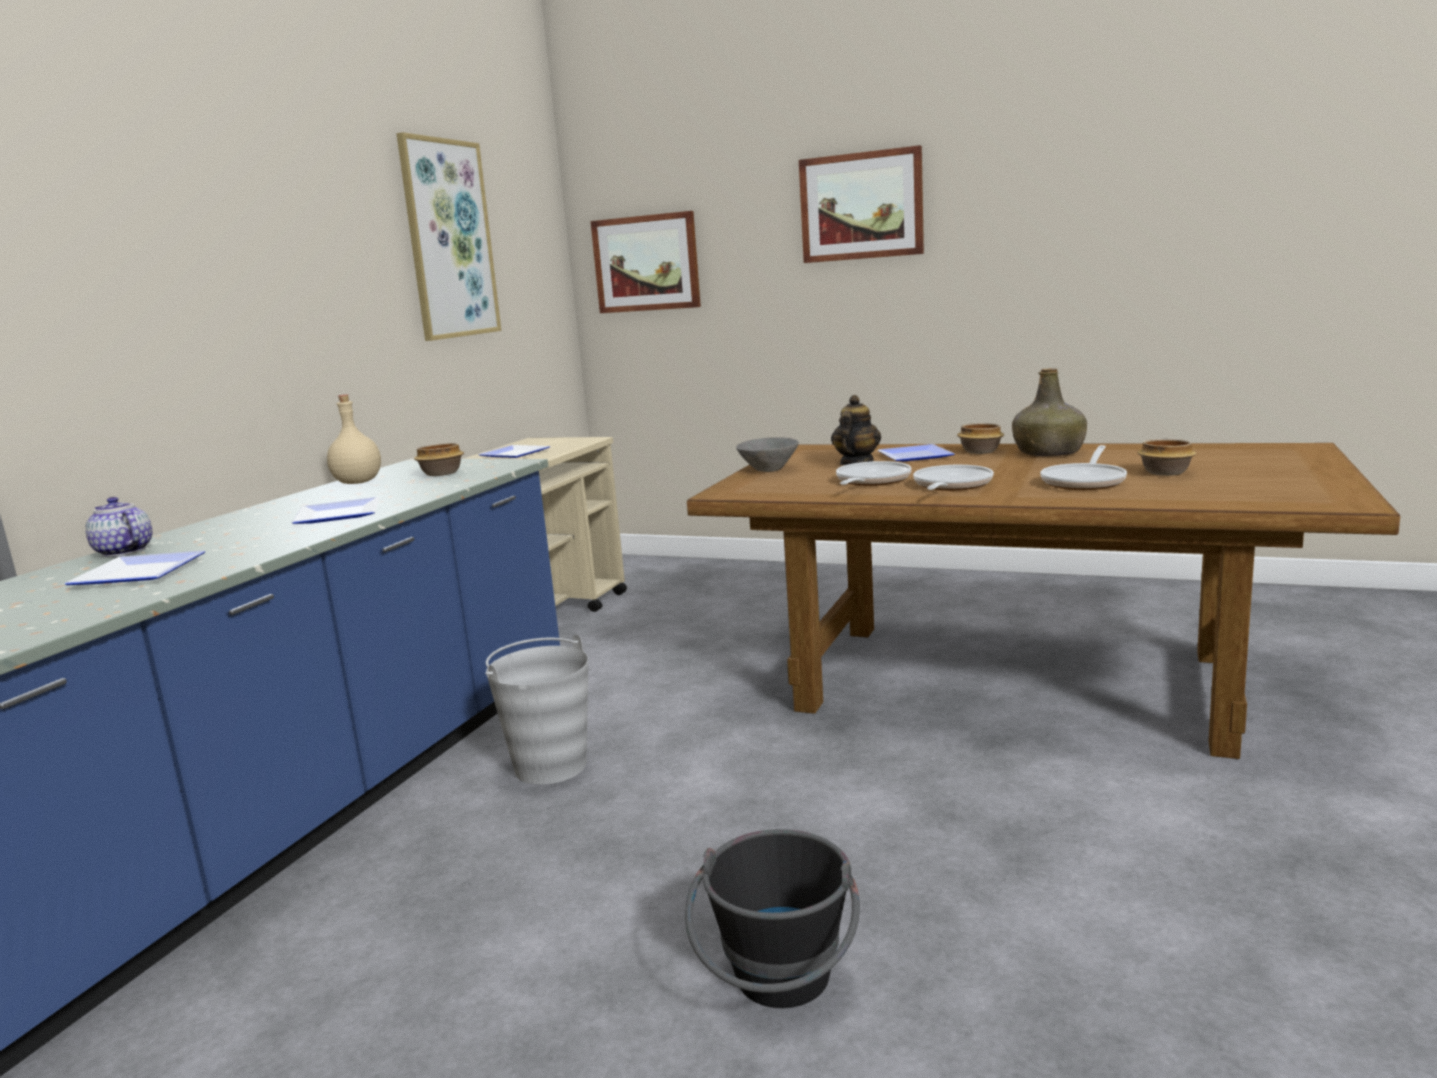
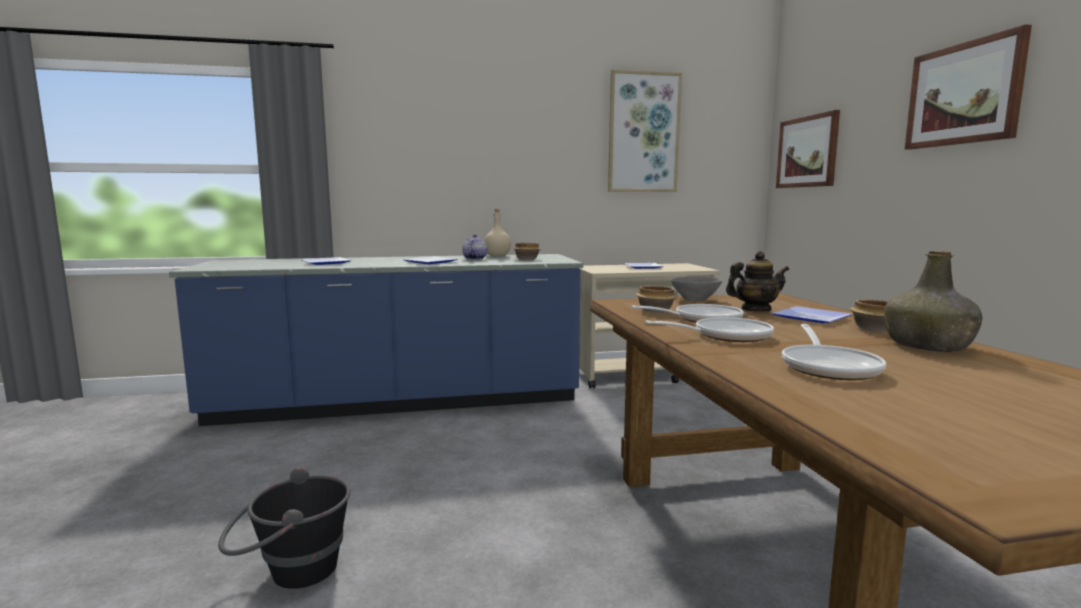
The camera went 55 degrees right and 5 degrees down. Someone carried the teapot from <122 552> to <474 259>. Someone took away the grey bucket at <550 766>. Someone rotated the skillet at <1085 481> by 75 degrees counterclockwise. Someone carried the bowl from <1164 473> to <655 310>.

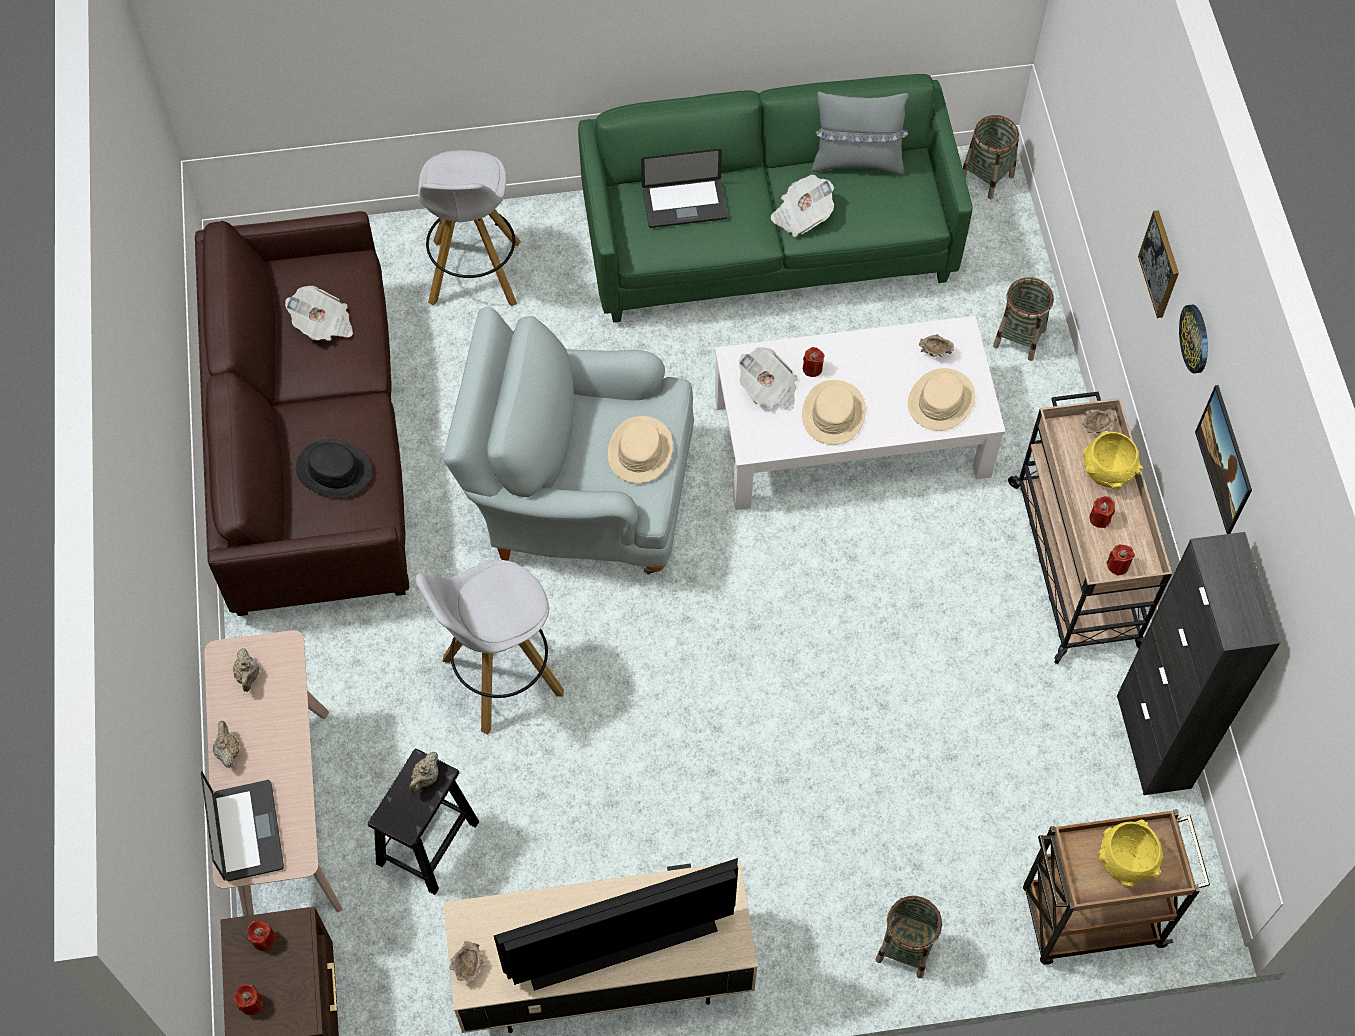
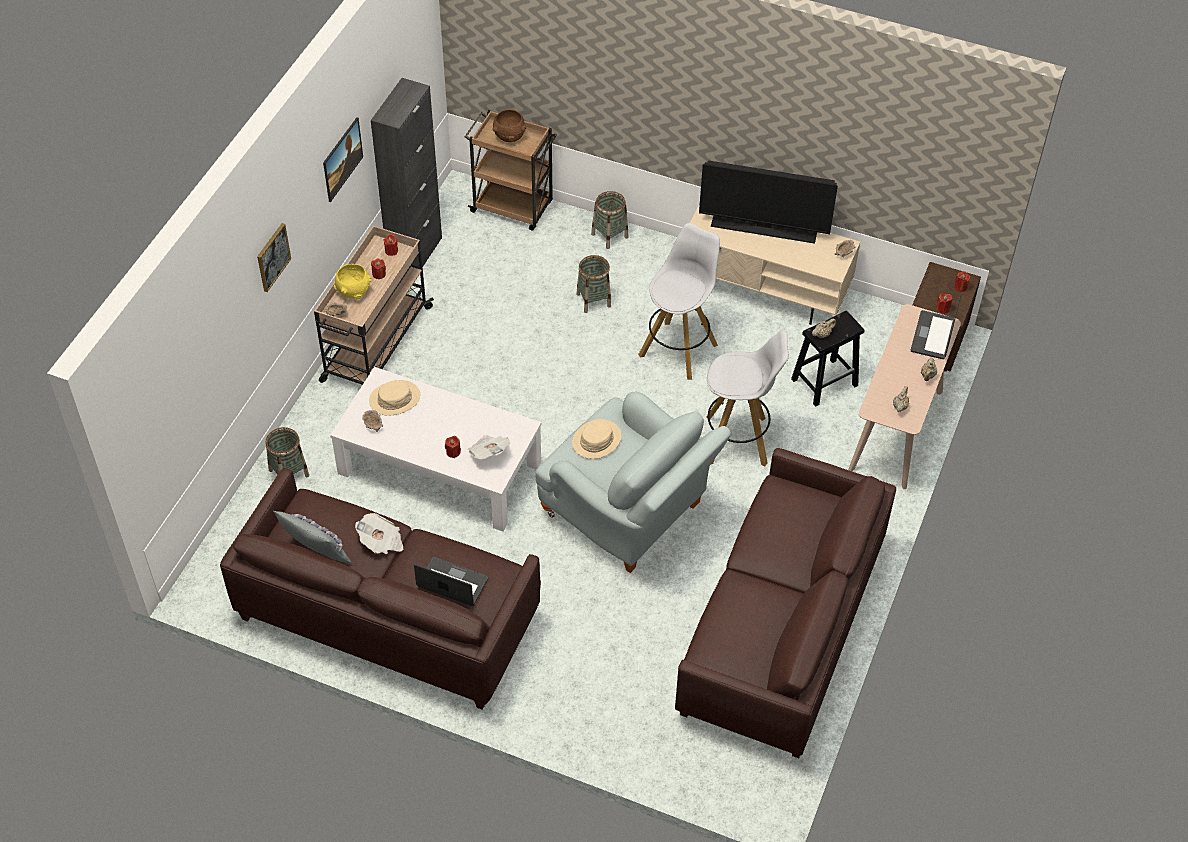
The camera went 150 degrees left and 10 degrees down. Someone took away the newspaper at <323 325>. Someone took away the black-coloured clothing hat at <334 469>. Someone carried the white stool from <474 274> to <678 349>. Someone repainted the green settee at <769 242>, which became the brown settee at <387 614>. Someone took away the beige-coloured clothing hat at <833 413>. Someone carried the basket from <986 177> to <593 300>. Someone repainted the yellow bowl at <1125 862>, which became the brown bowl at <509 137>. Someone took away the wall clock at <1195 338>.

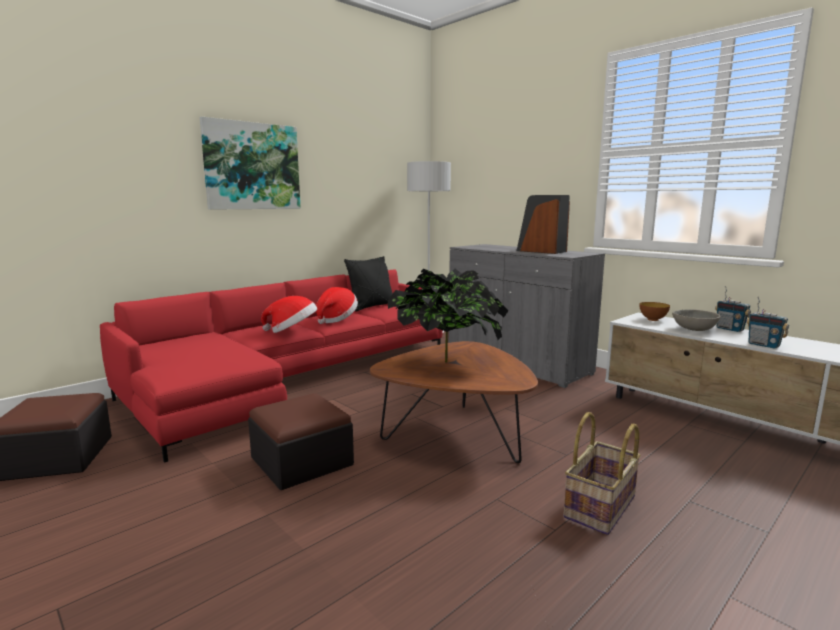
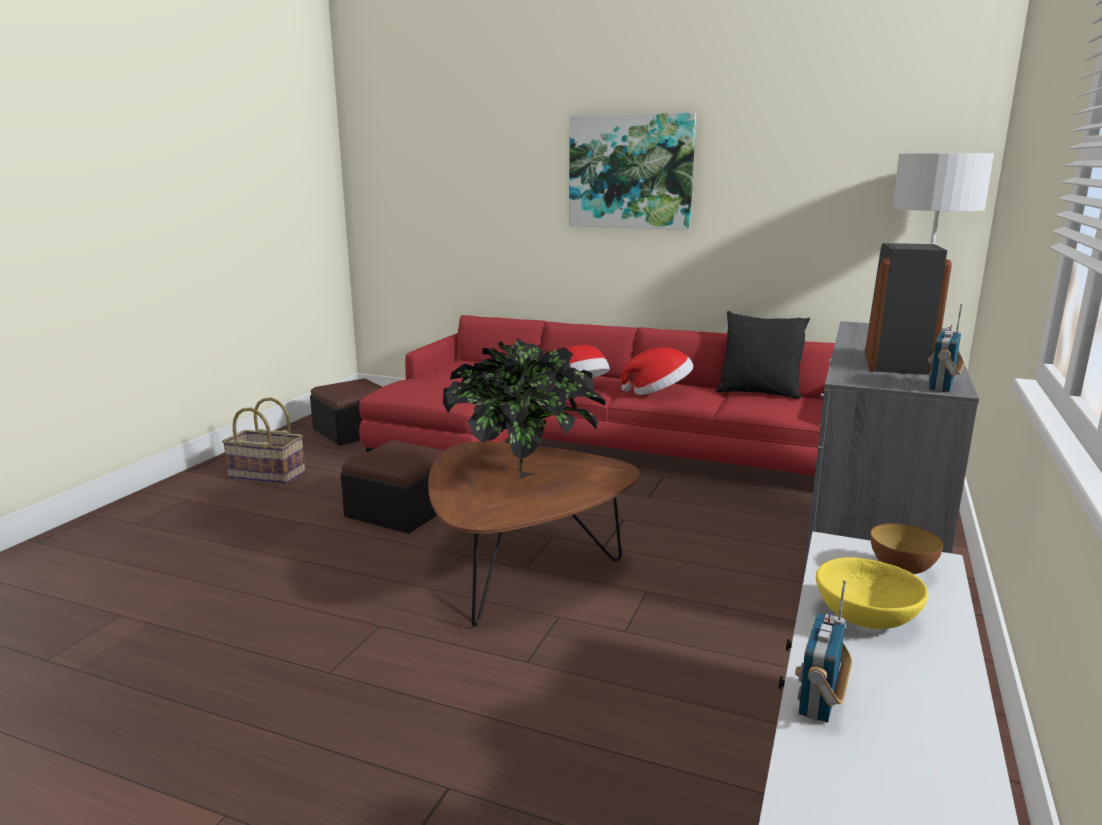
The camera went 65 degrees right and 5 degrees up. Someone carried the basket from <601 507> to <266 475>. Someone repainted the grey bowl at <693 329>, which became the yellow bowl at <867 617>. Someone carried the radio receiver from <730 329> to <942 387>.

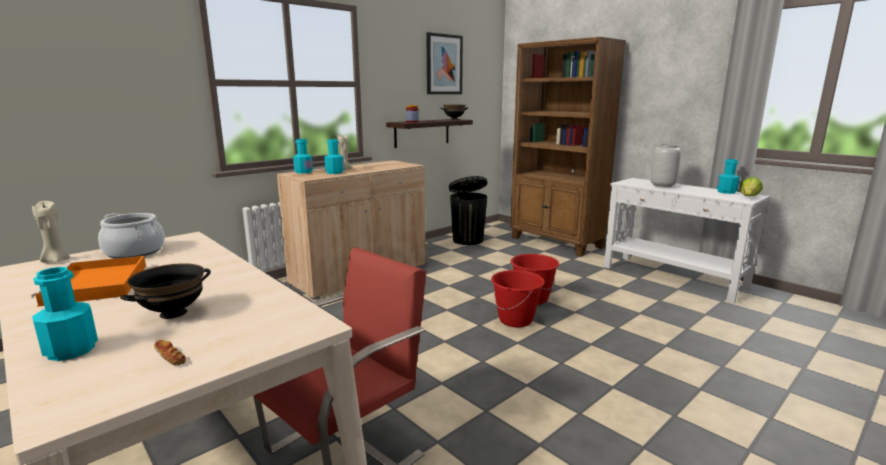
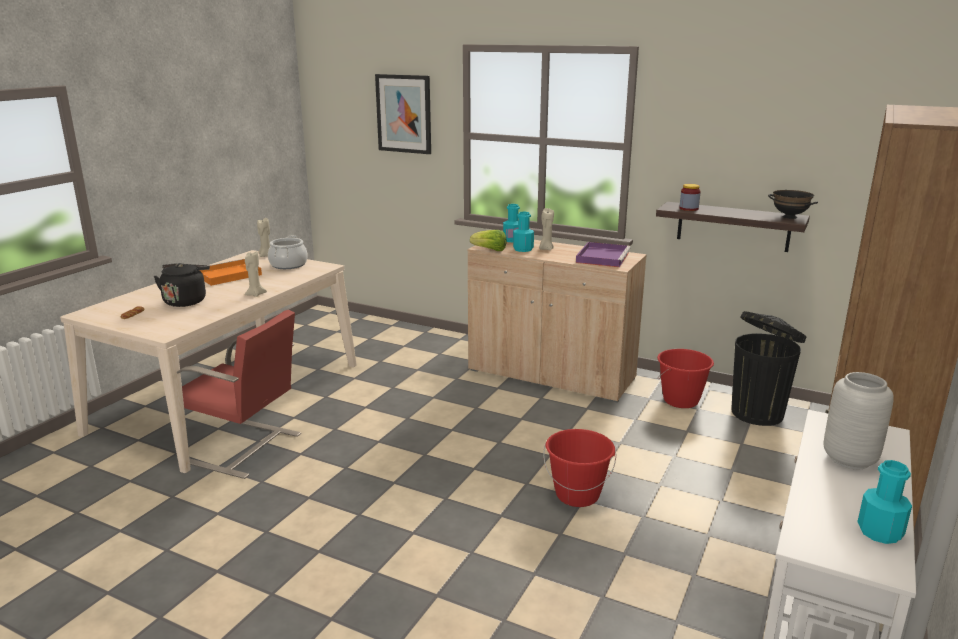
The camera went 70 degrees right and 5 degrees up. Someone took away the turquoise drink bottle at <71 350>. Someone swapped the black-coloured bowl at <173 313> for the black-coloured kettle at <186 301>. Someone carried the wall picture from <444 64> to <404 114>. Someone carried the red-coloured bucket from <516 320> to <681 401>. Someone carried the lettuce from <748 197> to <490 250>. Someone put down the beige-coloured candle at <255 294>. Someone put down the purple serving tray at <602 257>.

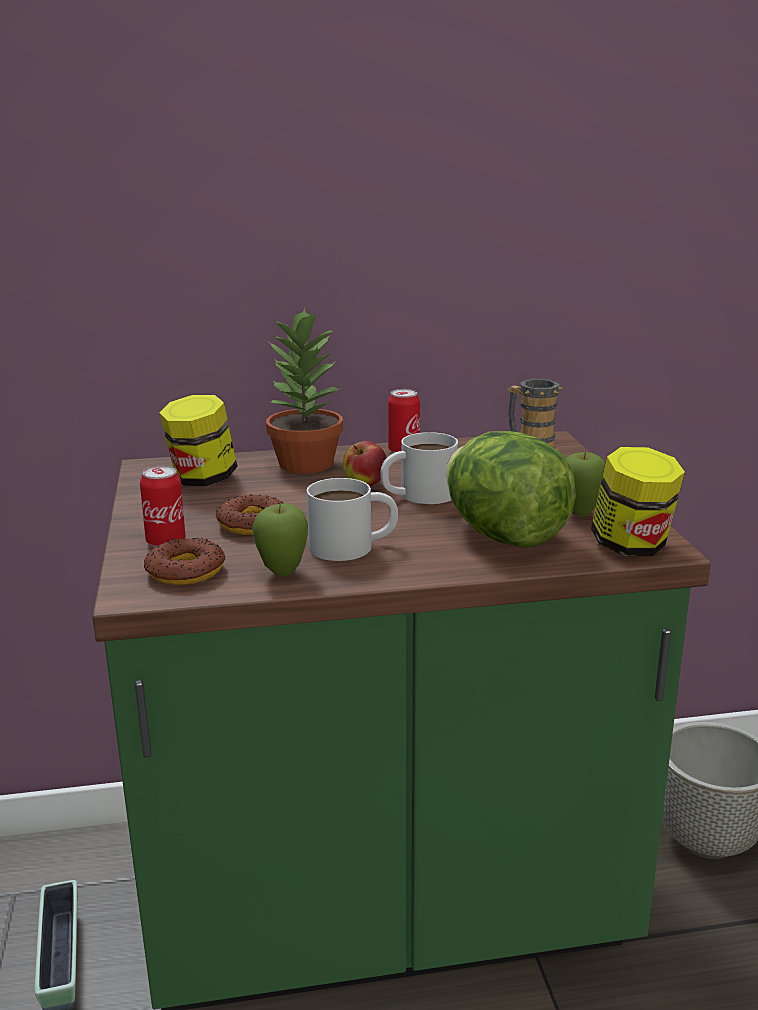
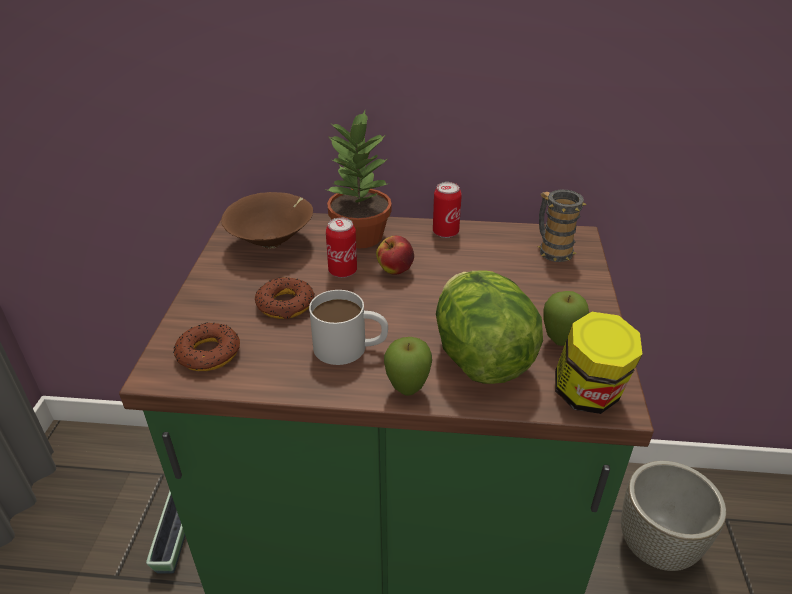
The camera went 15 degrees right and 15 degrees up. Someone carried the metal can from <166 542> to <343 271>. Someone swapped the preserve jar at <202 479> for the brown bowl at <273 242>. Someone carried the apple fruit from <282 573> to <407 390>. Someone took away the white coffee mug at <418 495>.

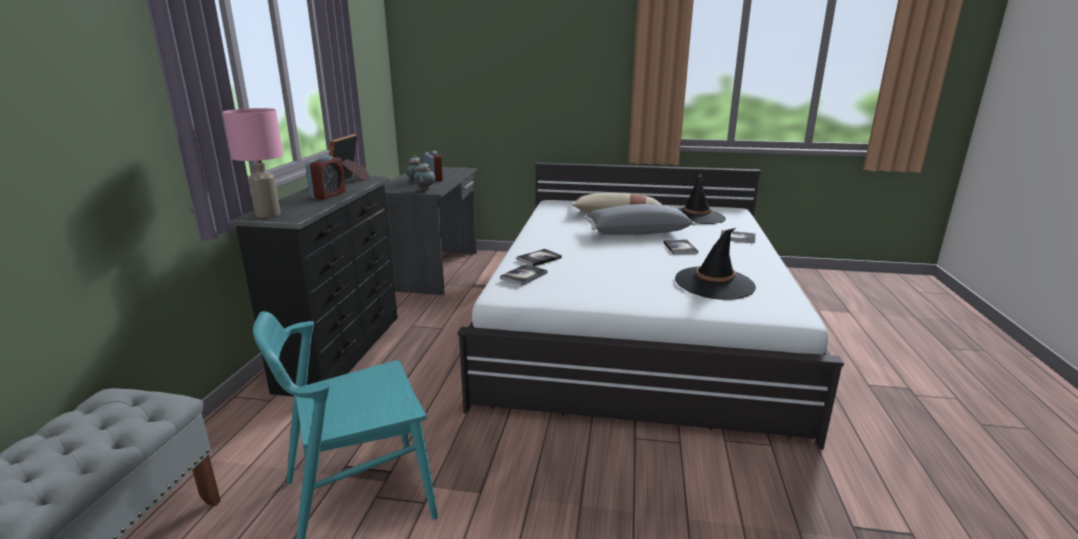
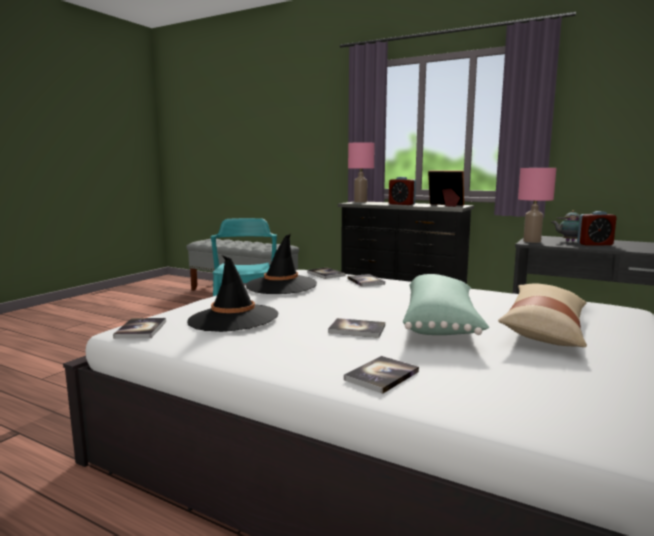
The camera went 110 degrees right and 10 degrees down. Someone swapped the teapot at <424 190> for the pink tabletop lamp at <532 241>. Someone repainted the grey cushion at <637 232>, which became the green cushion at <441 323>. Someone carried the black-coloured clothing hat from <696 217> to <281 285>. Someone put down the volume at <141 329>.

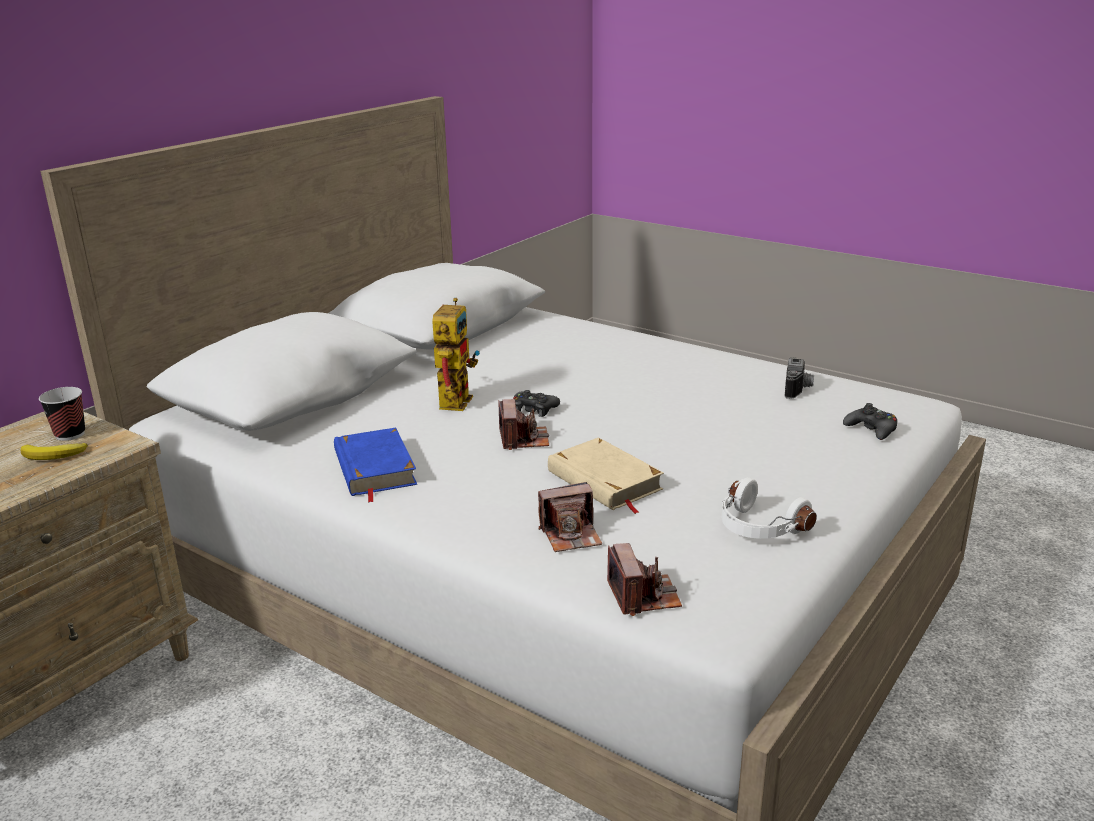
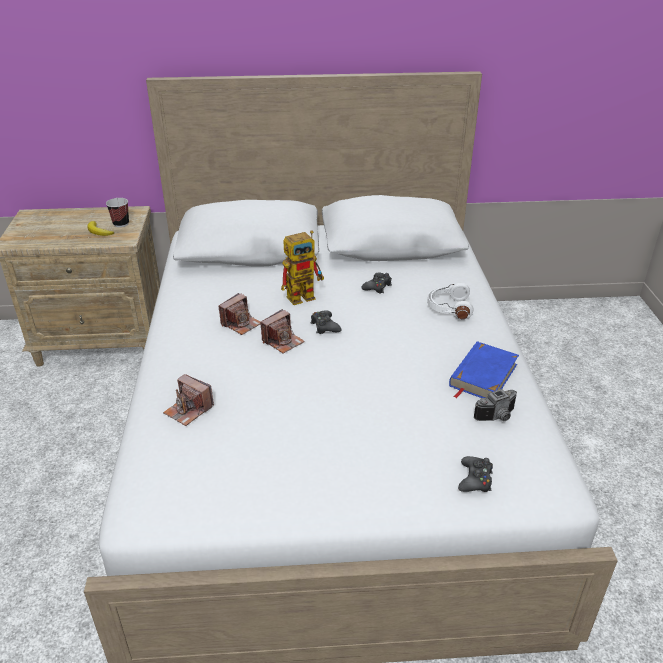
The camera went 50 degrees right and 10 degrees up. Someone carried the blue-coloured volume from <374 468> to <482 375>. Someone took away the beige-coloured volume at <604 481>. Someone carried the still camera from <643 596> to <241 324>. Someone carried the white headset from <758 528> to <448 308>. Someone put down the black-coloured game controller at <377 287>.

